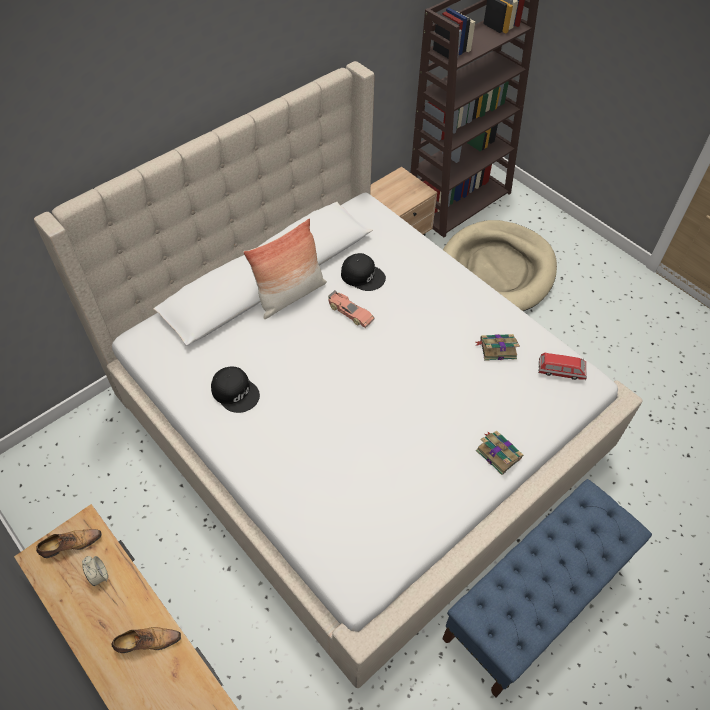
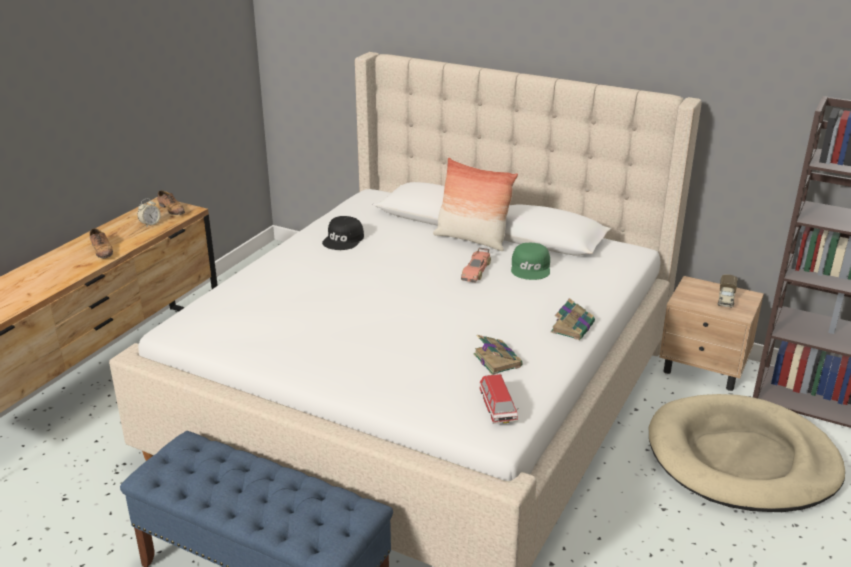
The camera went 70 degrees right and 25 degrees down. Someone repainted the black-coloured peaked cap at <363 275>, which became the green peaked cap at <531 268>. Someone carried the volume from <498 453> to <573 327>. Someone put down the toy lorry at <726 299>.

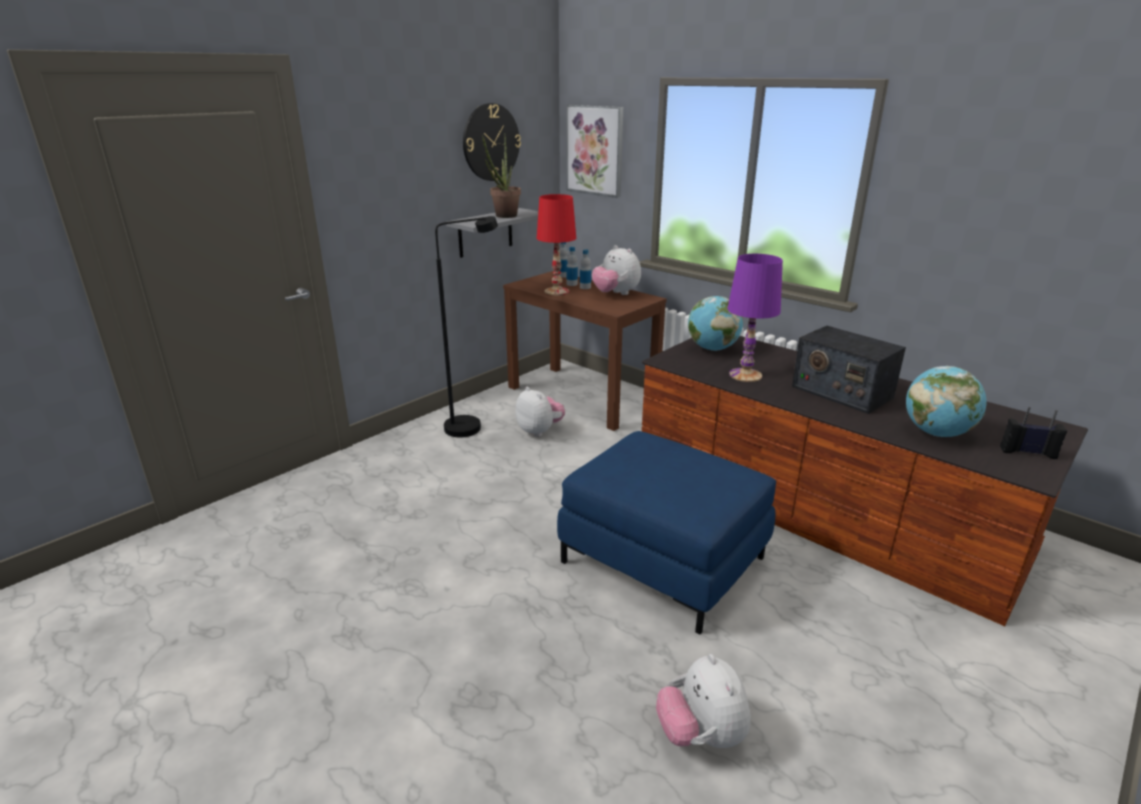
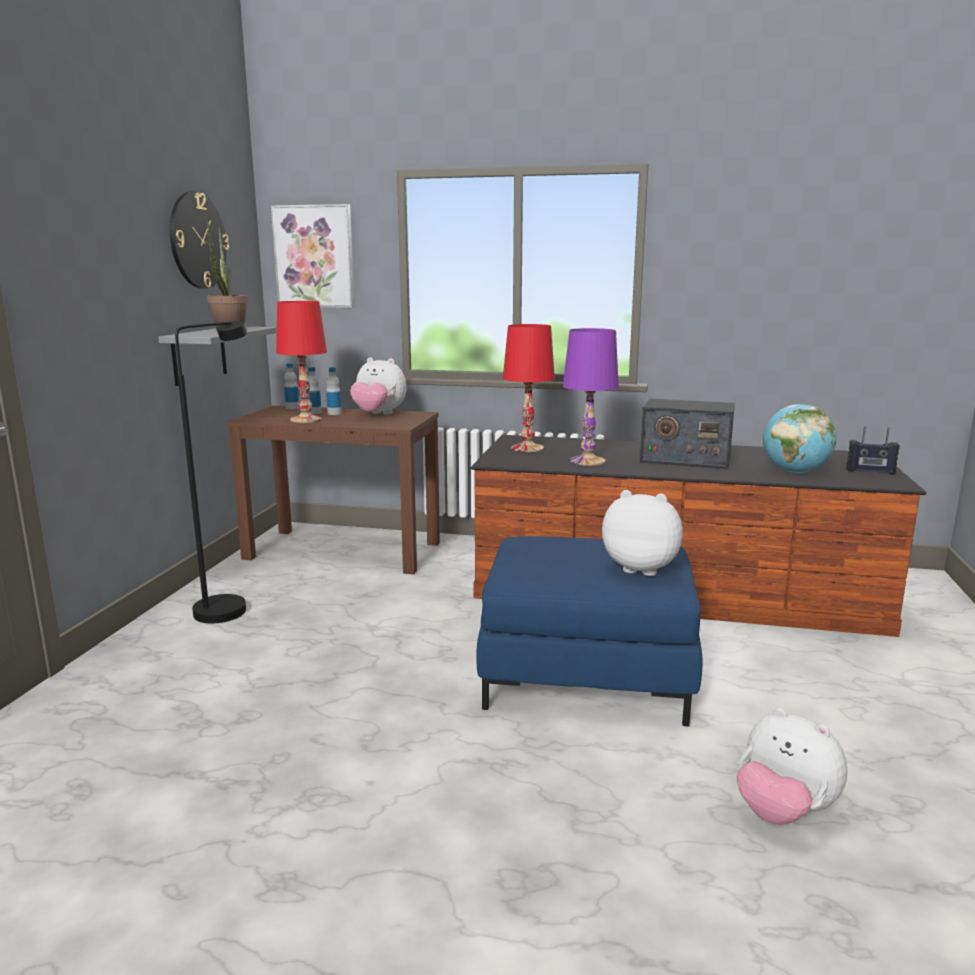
The camera went 30 degrees left and 10 degrees down. Someone carried the cuddly toy from <540 431> to <642 568>. Someone swapped the globe at <712 349> for the red-coloured tabletop lamp at <527 448>. Someone rotated the radio receiver at <1027 452> by 150 degrees counterclockwise.

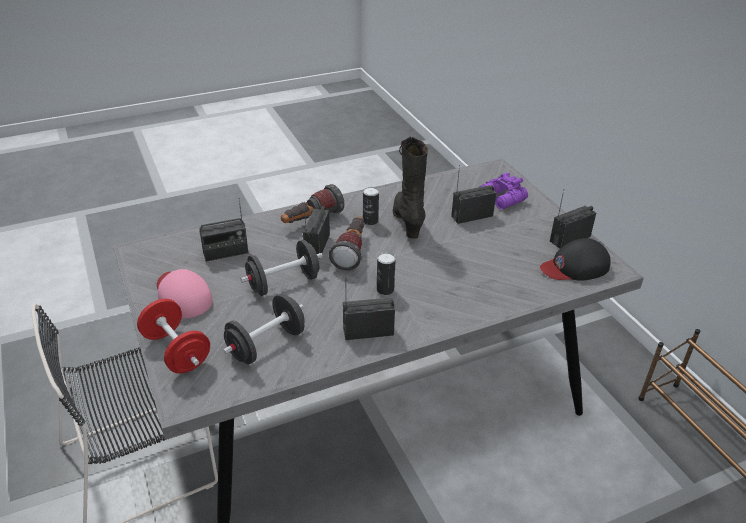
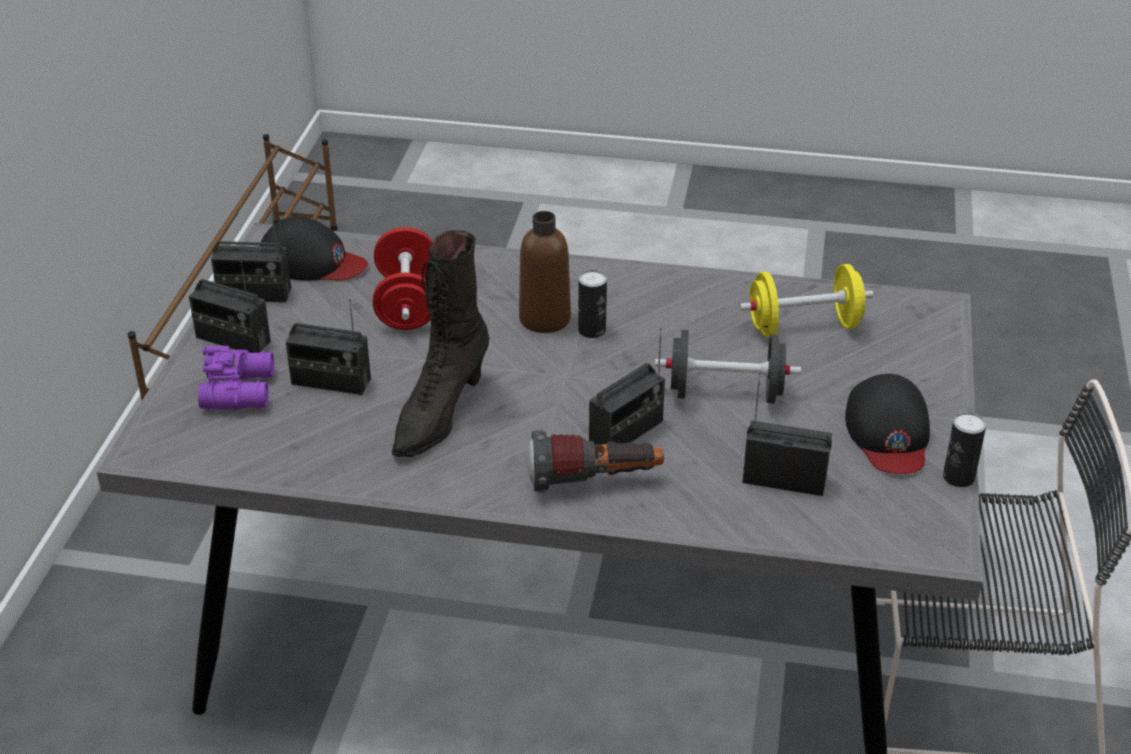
The camera went 145 degrees left and 0 degrees up. Someone carried the red-coloured free weight from <176 351> to <407 304>. Someone repainted the pink peaked cap at <182 295>, which became the black-coloured peaked cap at <888 433>. Someone repainted the black-coloured free weight at <266 344>, which became the yellow free weight at <803 326>. Someone took away the torch at <352 251>. Someone carried the radio receiver from <368 331> to <233 340>. Someone carried the metal can from <370 221> to <958 477>. Someone put down the brown drink bottle at <544 319>.

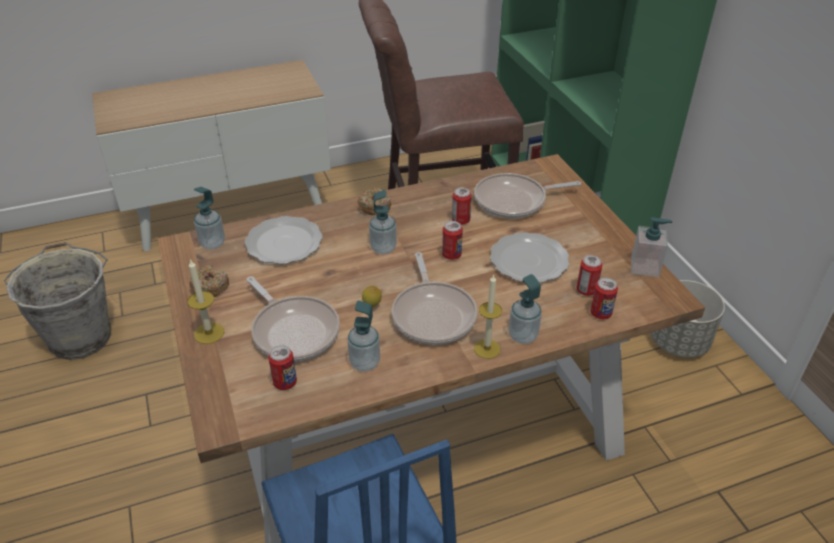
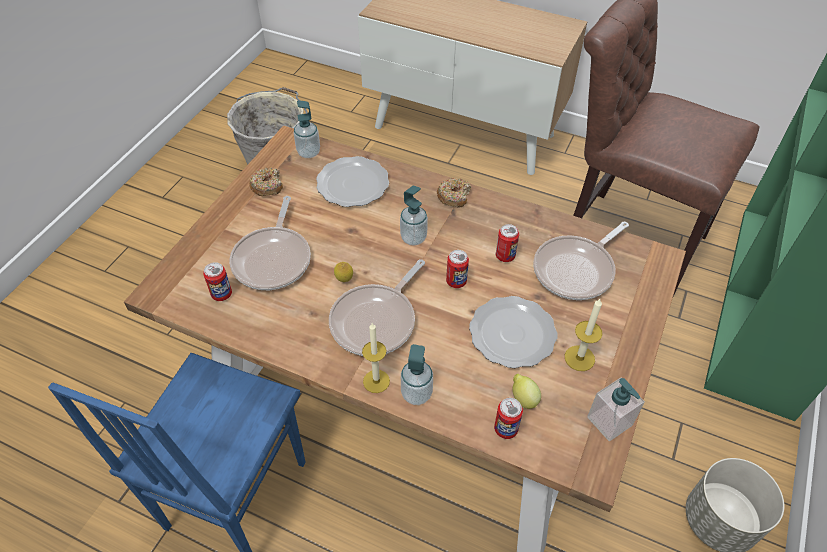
The camera went 45 degrees right and 10 degrees up. Someone carried the candle from <209 333> to <579 358>. Someone took away the soap bottle at <365 363>. Someone rotated the skillet at <514 201> by 75 degrees counterclockwise. Someone swapped the metal can at <586 290> for the whole lemon at <523 399>.

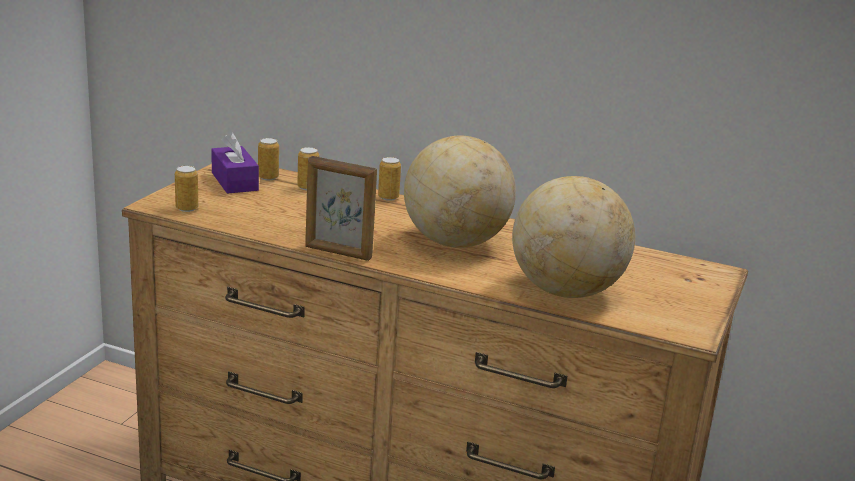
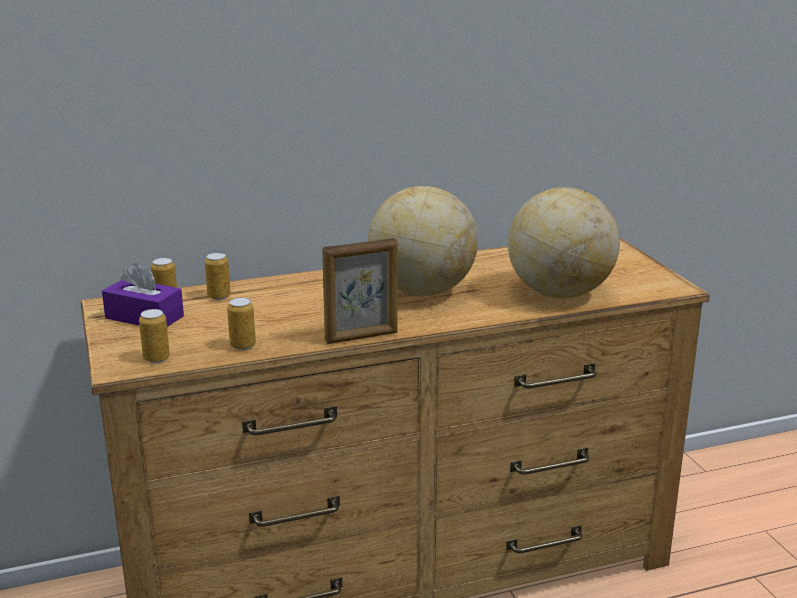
The camera went 40 degrees left and 0 degrees up. Someone carried the metal can from <388 197> to <243 346>.

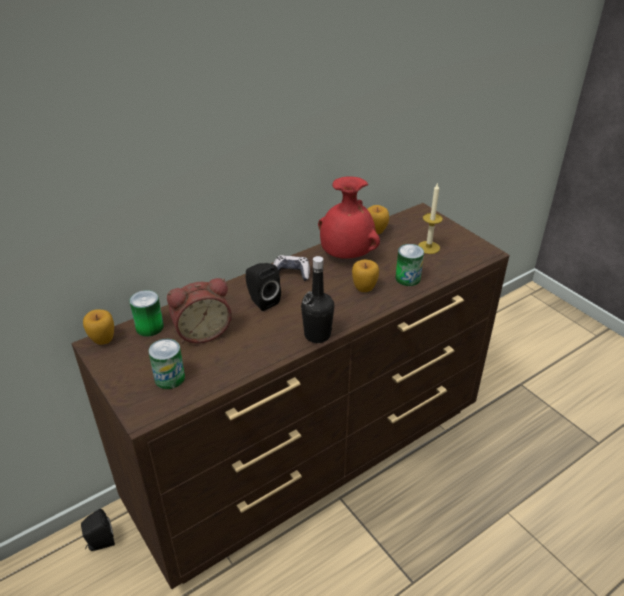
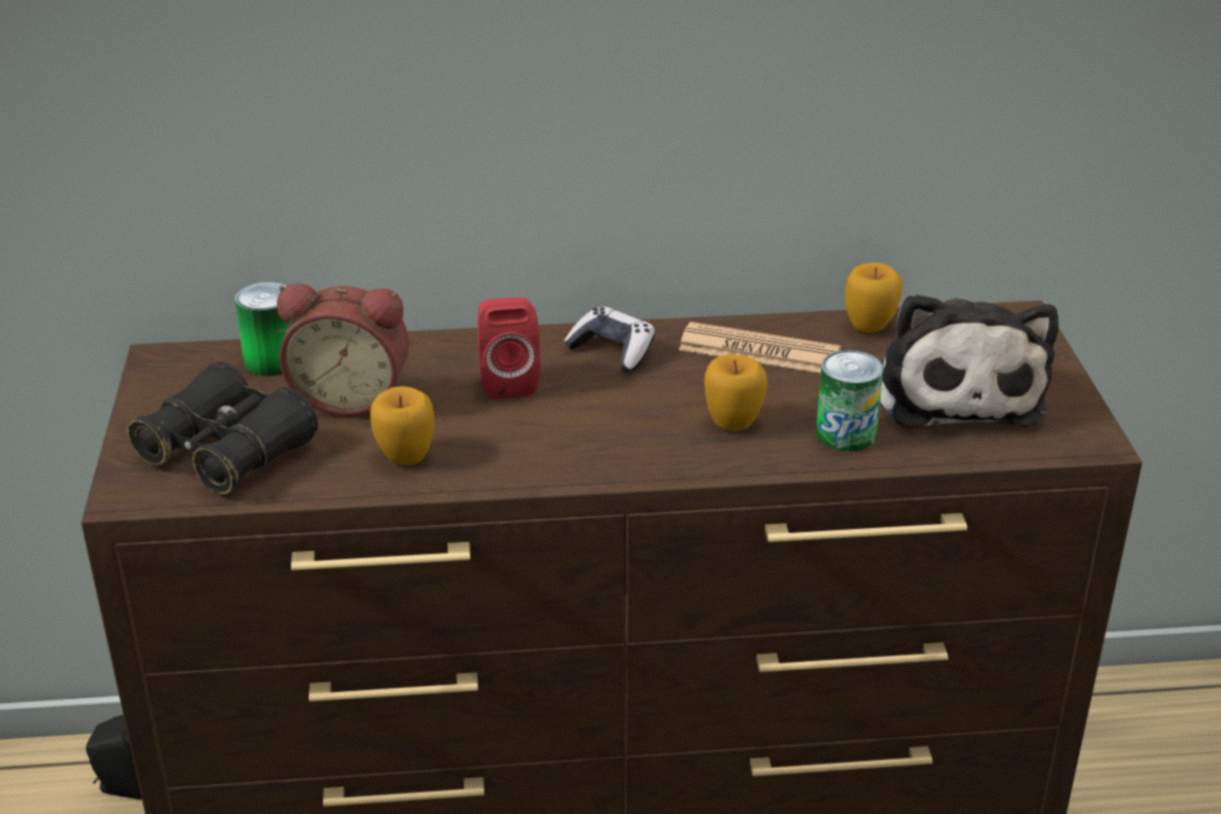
The camera went 30 degrees right and 5 degrees down. Someone carried the apple fruit from <103 340> to <405 456>. Someone swapped the metal can at <169 378> for the black-coloured binoculars at <226 452>. Someone repainted the black-coloured speaker at <261 301>, which became the red-coloured speaker at <507 381>. Someone took away the black-coloured drink bottle at <317 335>. Someone swapped the red-coloured flower vase at <346 254> for the newspaper at <759 351>. Someone swapped the candle at <428 247> for the cuddly toy at <957 390>.

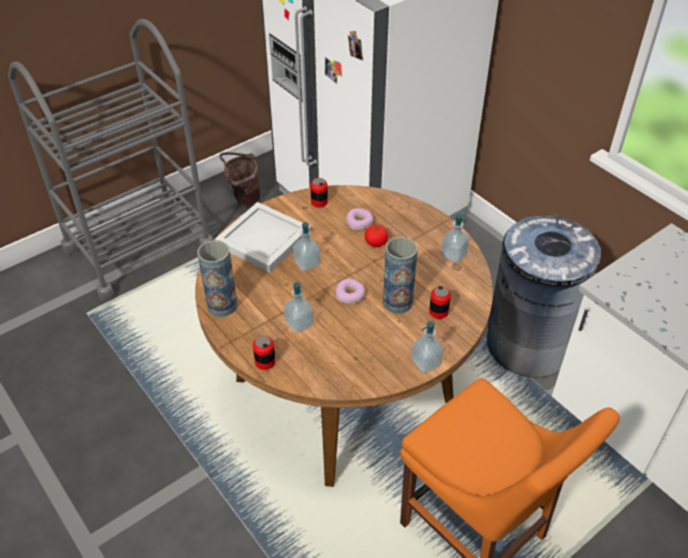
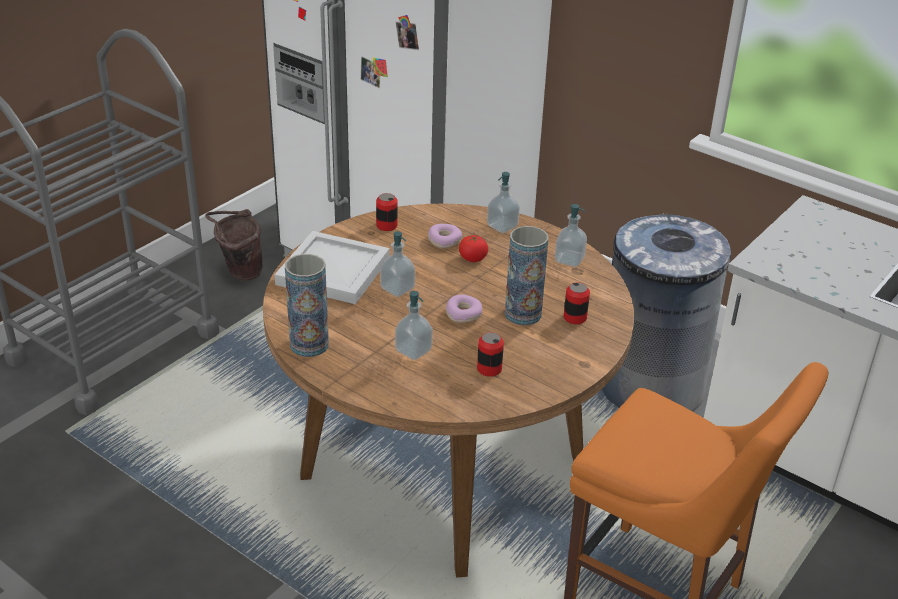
The camera went 15 degrees left and 10 degrees down. Someone carried the metal can from <265 362> to <489 369>. Someone carried the soap bottle from <426 362> to <502 226>.

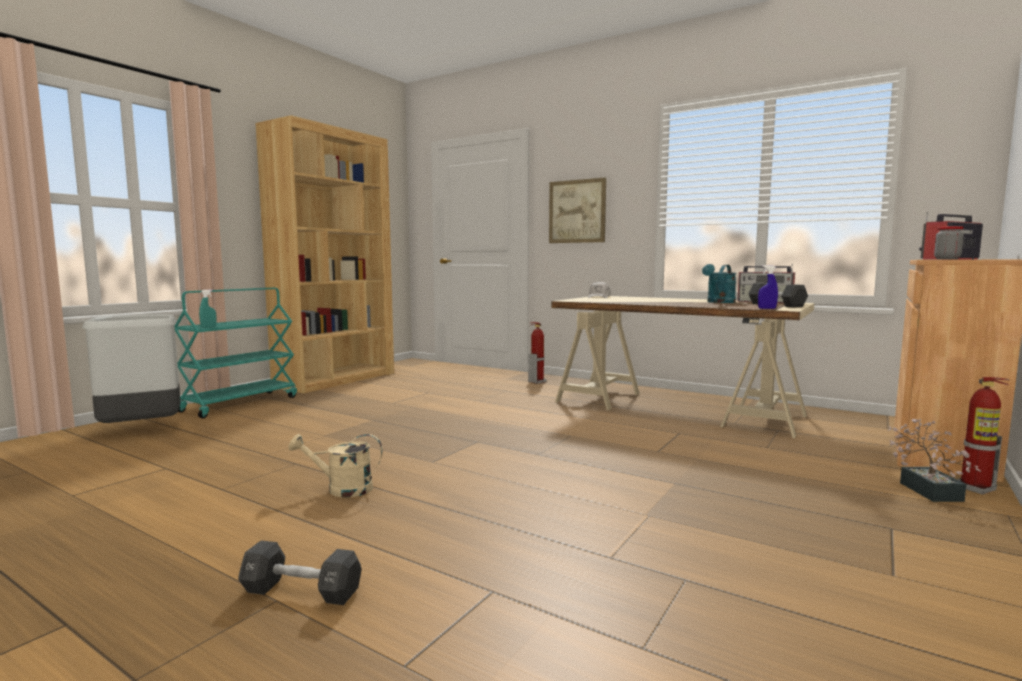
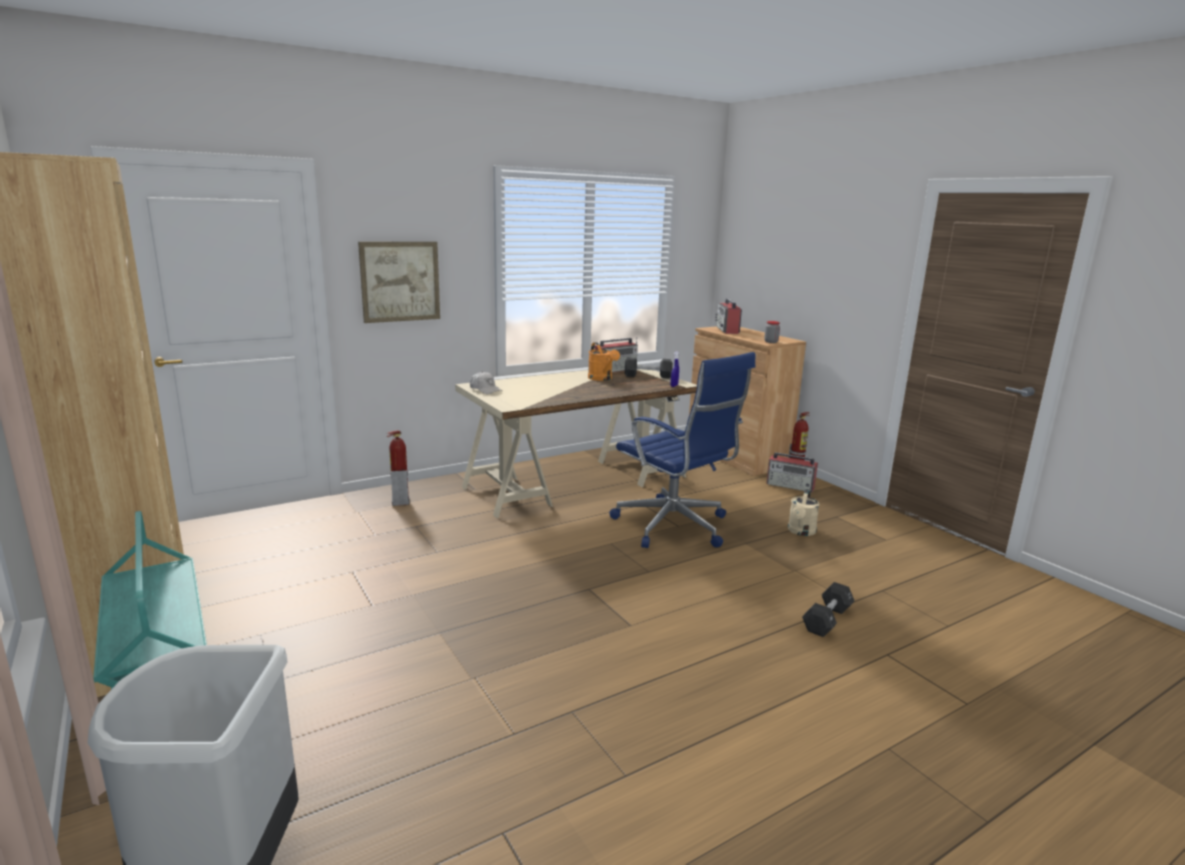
The camera went 65 degrees left and 10 degrees up. Someone took away the turquoise spray bottle at <208 327>. Someone carried the black-coloured free weight from <301 591> to <827 620>. Someone carried the beige-coloured sprinkling can from <342 489> to <801 532>. Someone repainted the turquoise sprinkling can at <719 302>, which became the orangey sprinkling can at <602 379>. Someone swapped the houseplant at <926 489> for the radio receiver at <790 486>. Someone put down the blue-coloured office chair at <674 527>.

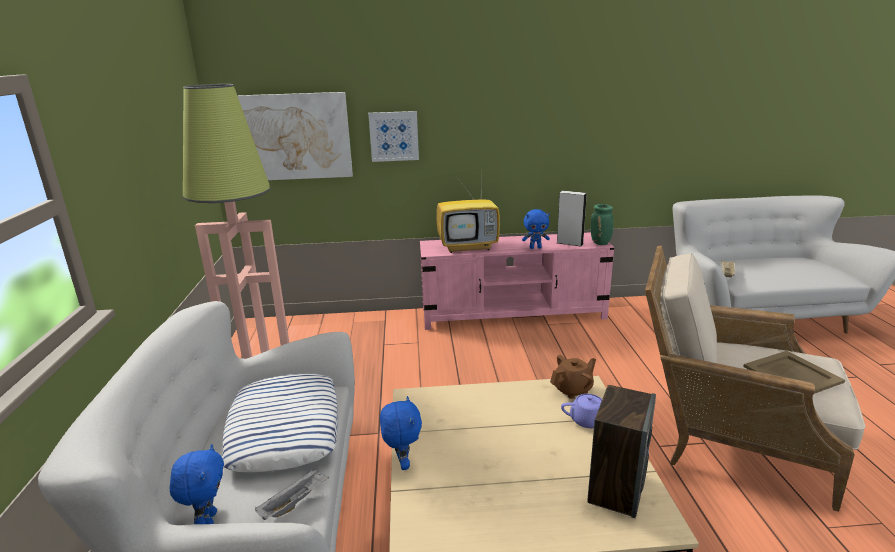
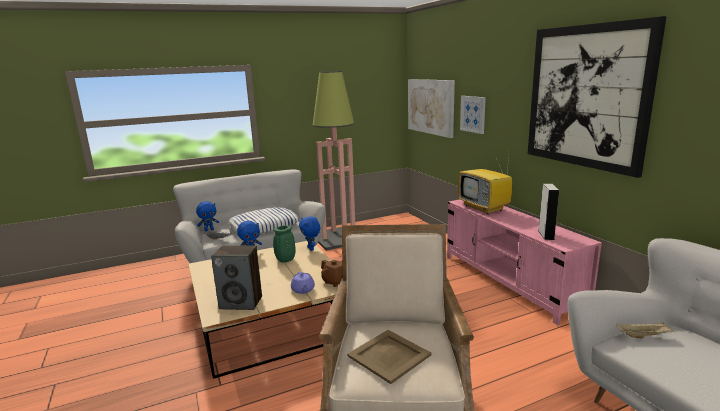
The camera went 70 degrees right and 5 degrees down. Someone carried the blue-coloured cuddly toy from <535 248> to <311 249>. Someone carried the green flower vase from <601 243> to <285 260>. Someone put up the wall picture at <586 97>.

